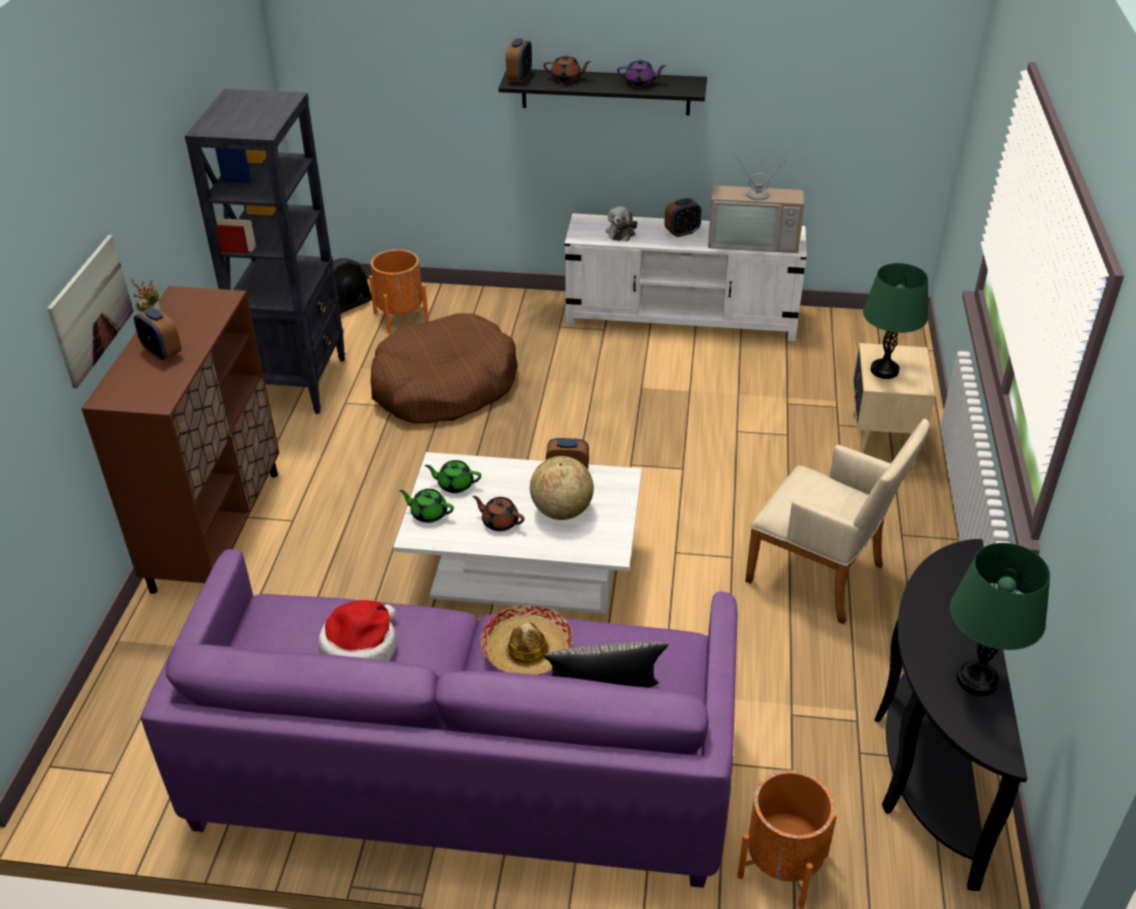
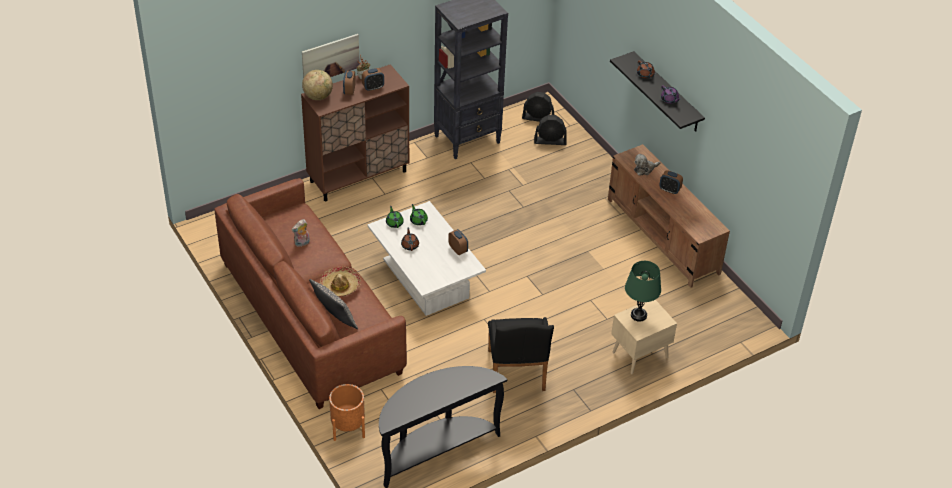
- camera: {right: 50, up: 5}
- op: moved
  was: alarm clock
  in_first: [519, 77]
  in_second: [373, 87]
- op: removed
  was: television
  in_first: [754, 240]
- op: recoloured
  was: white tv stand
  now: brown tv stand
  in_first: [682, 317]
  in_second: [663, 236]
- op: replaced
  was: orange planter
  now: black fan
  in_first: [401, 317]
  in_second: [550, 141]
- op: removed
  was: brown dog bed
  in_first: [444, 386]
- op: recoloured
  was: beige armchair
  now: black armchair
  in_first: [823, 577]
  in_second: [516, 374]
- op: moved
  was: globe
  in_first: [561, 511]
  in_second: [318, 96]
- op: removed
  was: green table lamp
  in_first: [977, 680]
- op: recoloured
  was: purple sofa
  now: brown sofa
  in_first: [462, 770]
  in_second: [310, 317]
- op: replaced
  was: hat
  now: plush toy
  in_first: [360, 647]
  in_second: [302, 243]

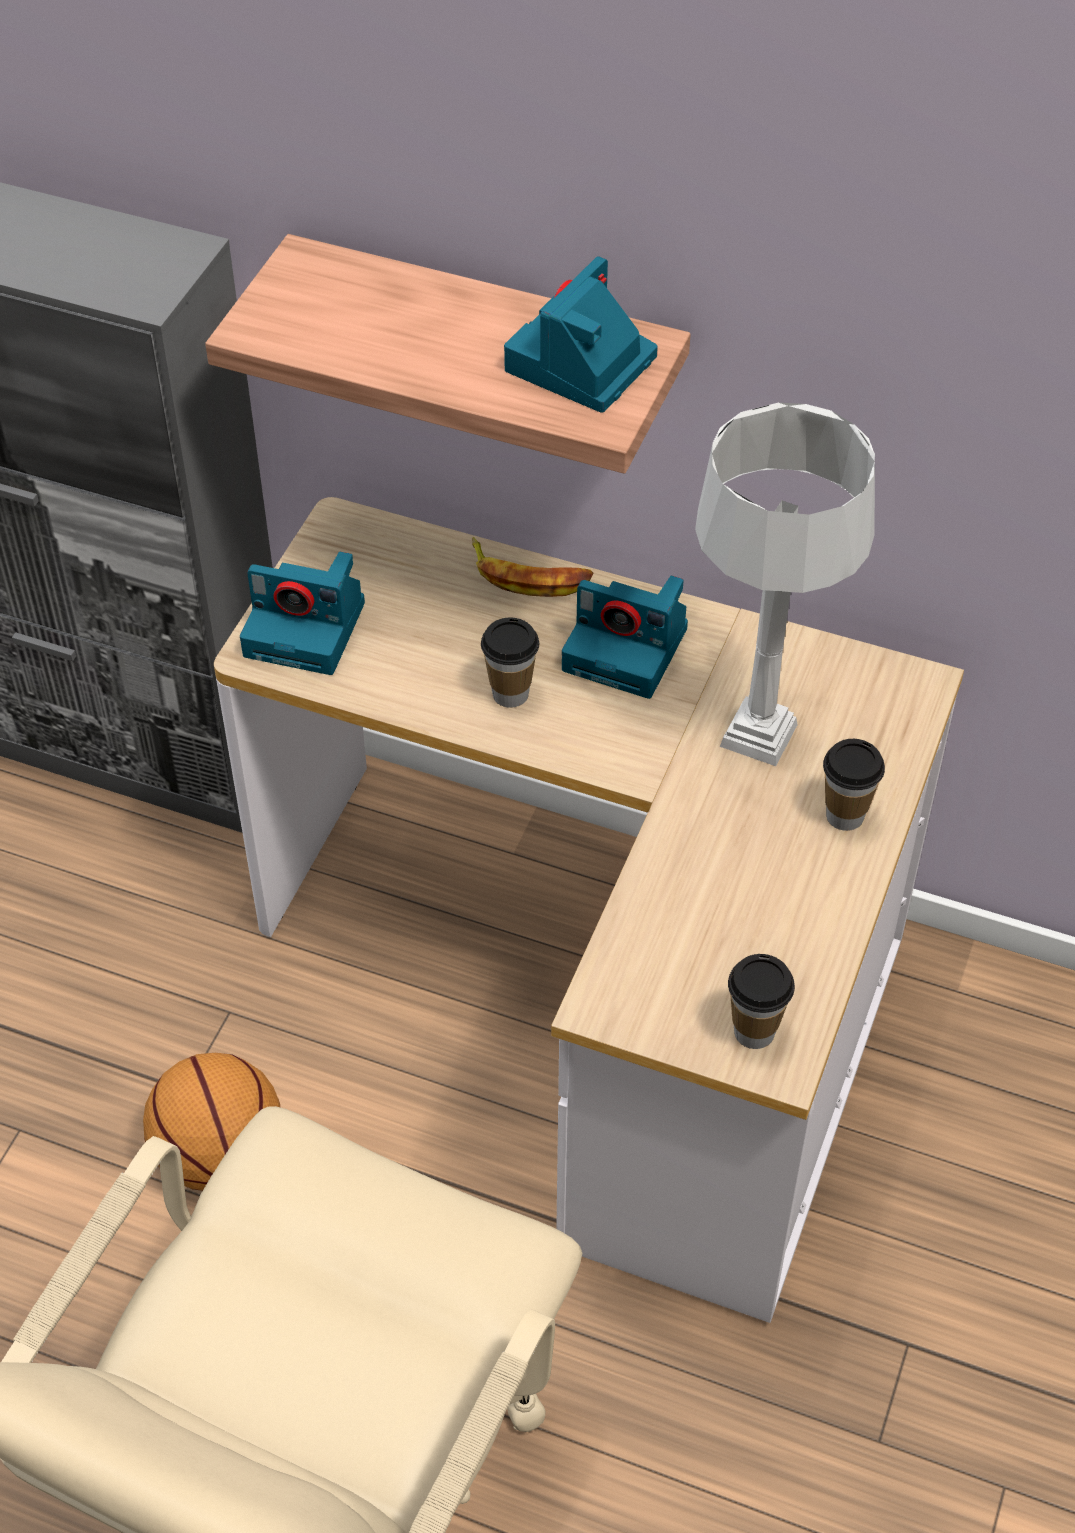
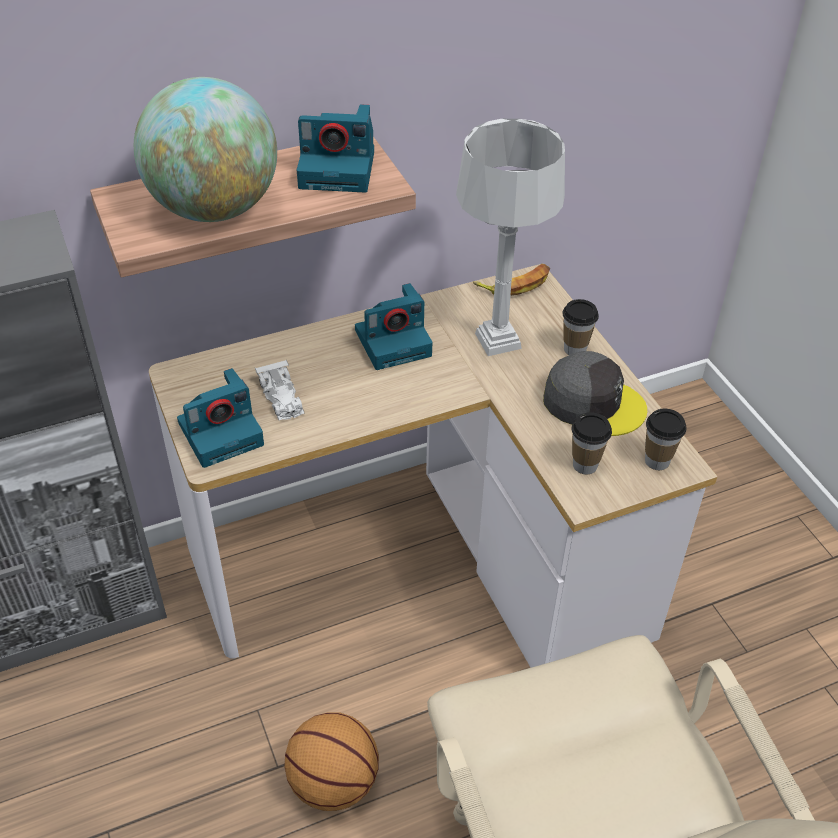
- camera: {right: -45, up: -5}
- op: turned
  was: photo camera
  in_first: [580, 365]
  in_second: [339, 169]
  clockwise: -75
- op: moved
  was: banana
  in_first: [529, 576]
  in_second: [515, 284]
- op: moved
  was: cup
  in_first: [510, 694]
  in_second: [585, 465]
- op: added
  now: globe
  in_second: [215, 209]
- op: added
  now: grey cap
  in_second: [593, 403]
- op: added
  now: white toy car
  in_second: [282, 397]

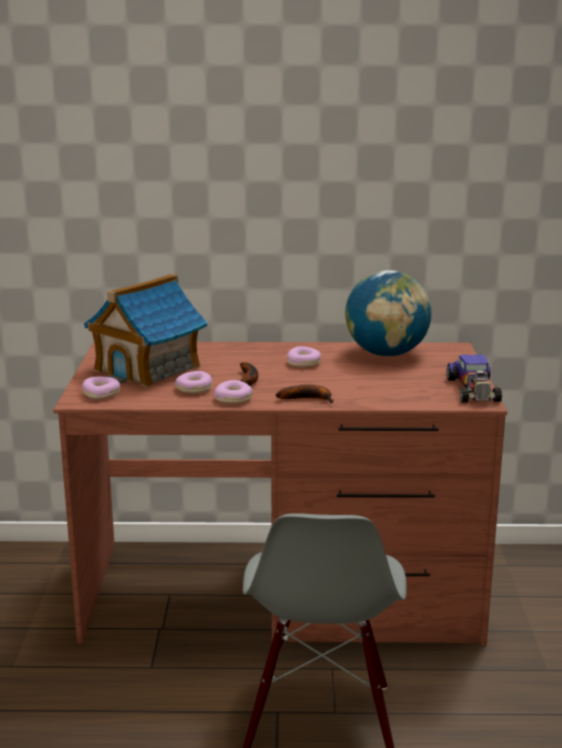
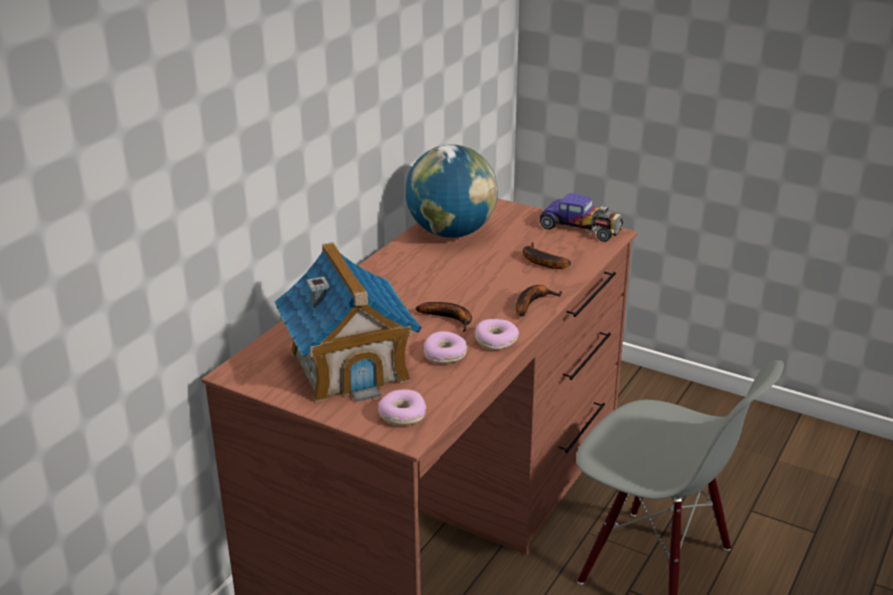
- camera: {right: -60, up: 10}
- op: removed
  was: donut
  in_first: [304, 363]
- op: added
  now: banana
  in_second: [540, 261]

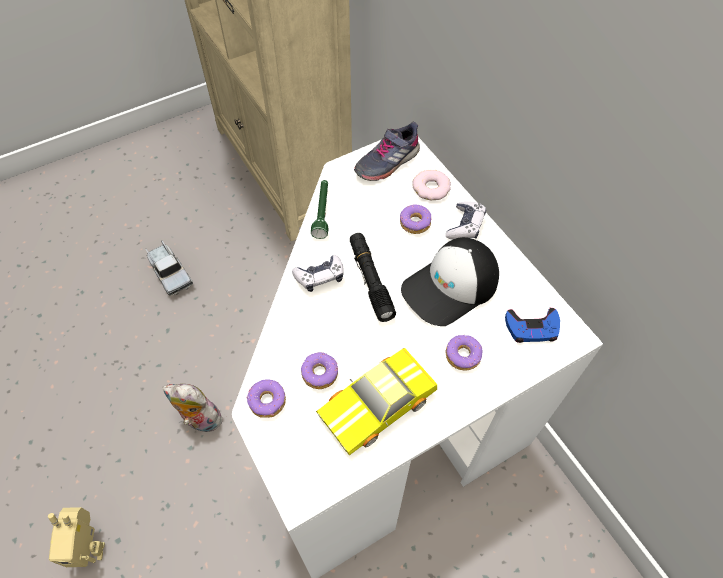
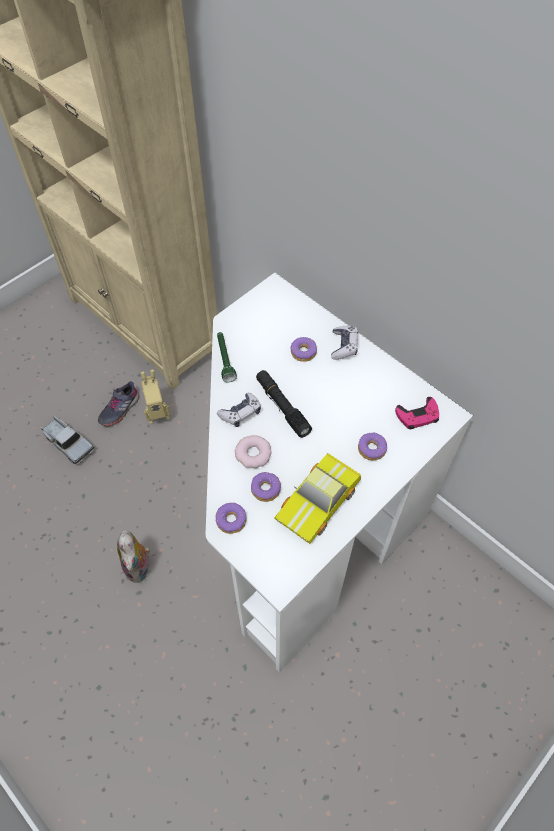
- camera: {right: -15, up: 0}
- op: moved
  was: grey shoe
  in_first: [387, 162]
  in_second: [119, 409]
- op: moved
  was: donut
  in_first: [431, 188]
  in_second: [253, 454]
- op: removed
  was: cap
  in_first: [451, 287]
- op: recoloured
  was: blue game controller
  now: pink game controller
  in_first: [532, 328]
  in_second: [418, 415]
- op: turned
  was: plush toy
  in_first: [200, 420]
  in_second: [139, 567]
  clockwise: -105
- op: moved
  was: toy robot
  in_first: [90, 545]
  in_second: [158, 413]

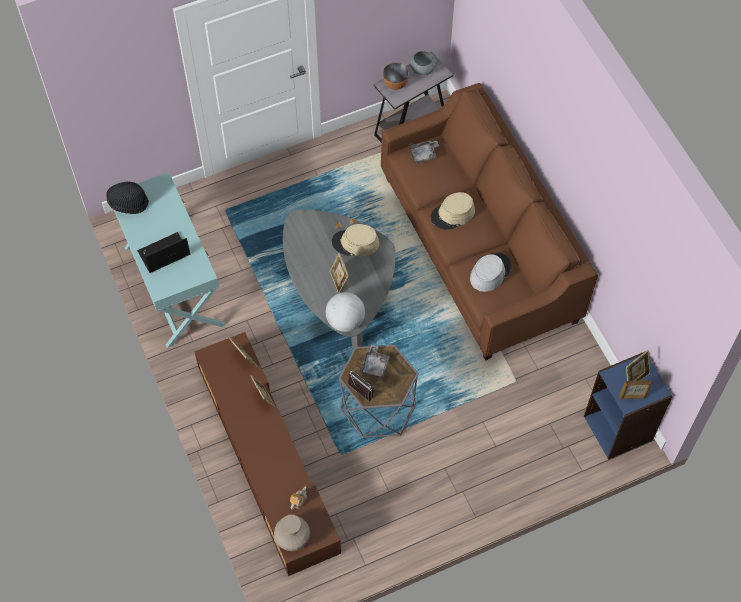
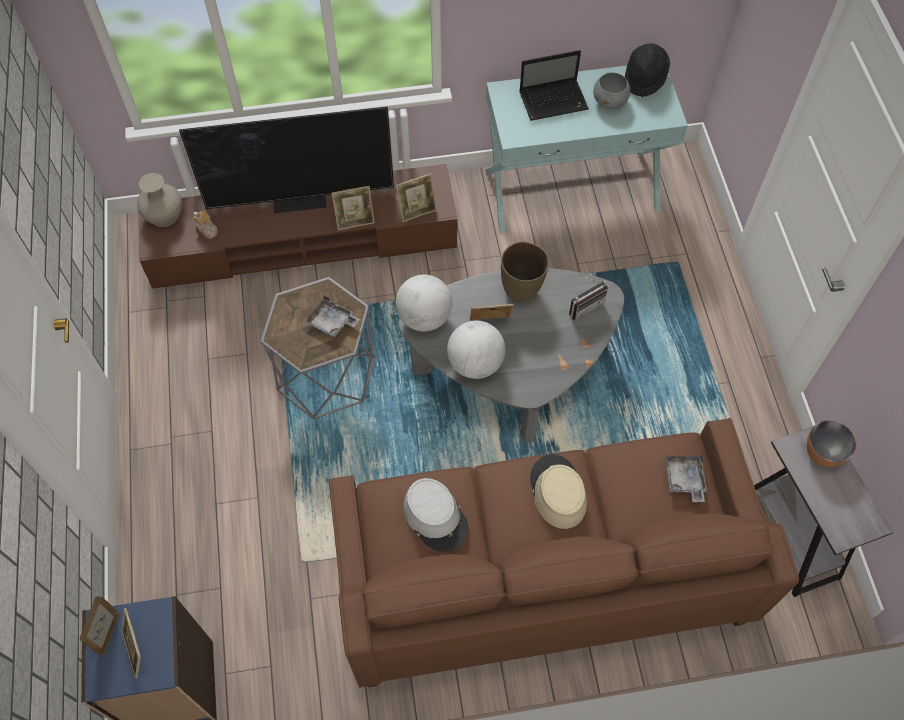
- camera: {right: 105, up: 0}
- op: moved
  was: grey bowl
  in_first: [422, 69]
  in_second: [610, 101]
- op: removed
  was: beige hat
  in_first: [355, 243]
- op: turned
  was: laptop
  in_first: [163, 254]
  in_second: [554, 100]
  clockwise: 90
- op: moved
  was: radio
  in_first: [358, 393]
  in_second: [584, 305]
- op: added
  now: television
  in_second: [300, 198]
- op: added
  now: brown vase
  in_second: [521, 291]
- op: added
  now: globe
  in_second: [475, 363]

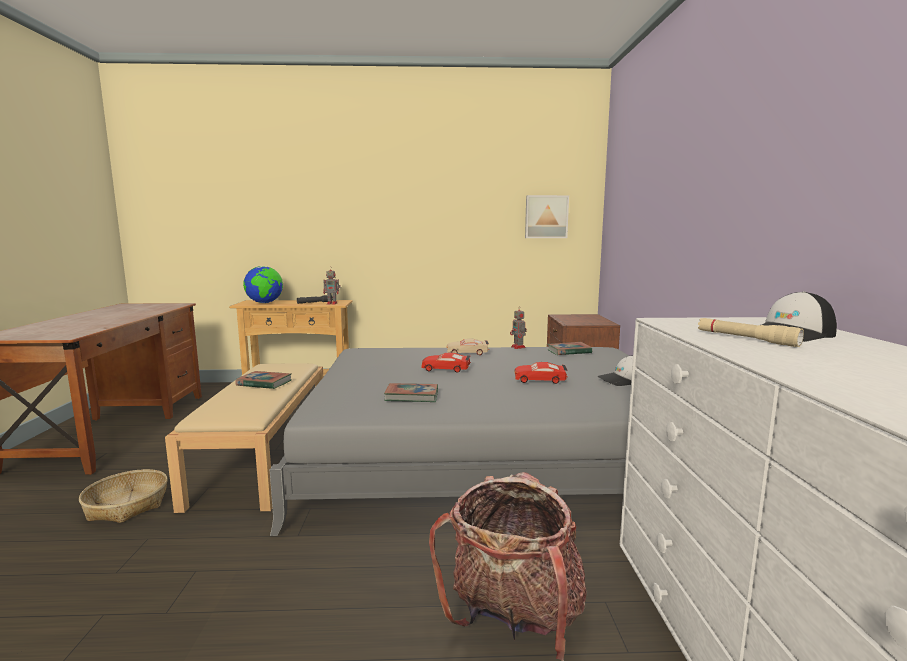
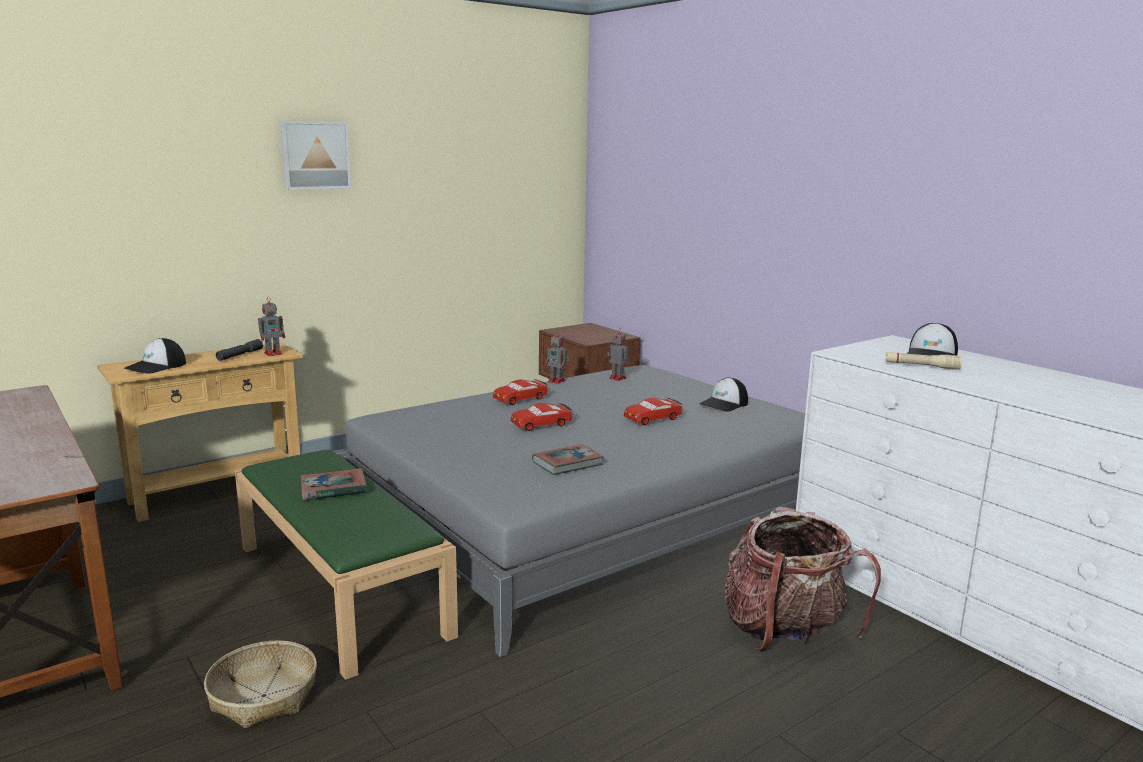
- camera: {right: -35, up: 5}
- op: moved
  was: picture
  in_first: [546, 217]
  in_second: [315, 155]
- op: replaced
  was: globe
  now: cap
  in_first: [264, 303]
  in_second: [156, 366]
- op: recoloured
  was: beige toy car
  now: red toy car
  in_first: [467, 353]
  in_second: [520, 398]
- op: replaced
  was: book
  now: toy robot
  in_first: [569, 351]
  in_second: [617, 378]
- op: recoloured
  was: beige bench
  now: green bench
  in_first: [265, 456]
  in_second: [342, 589]

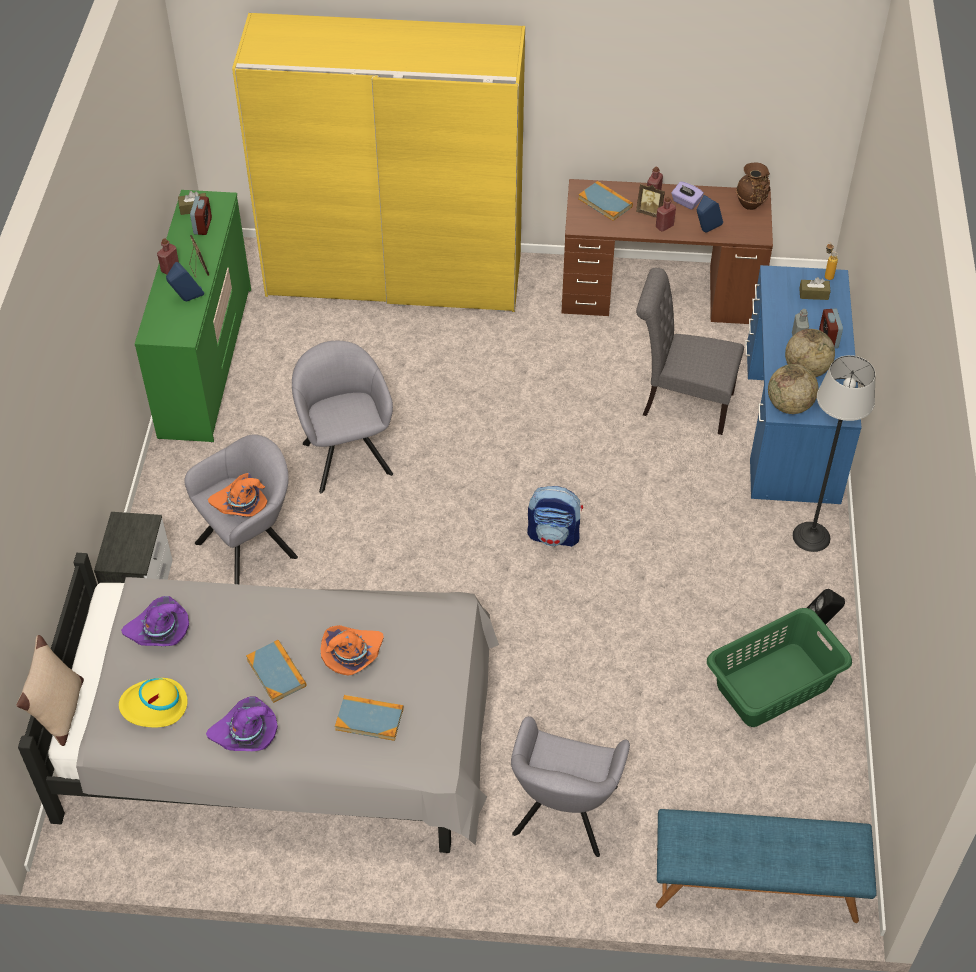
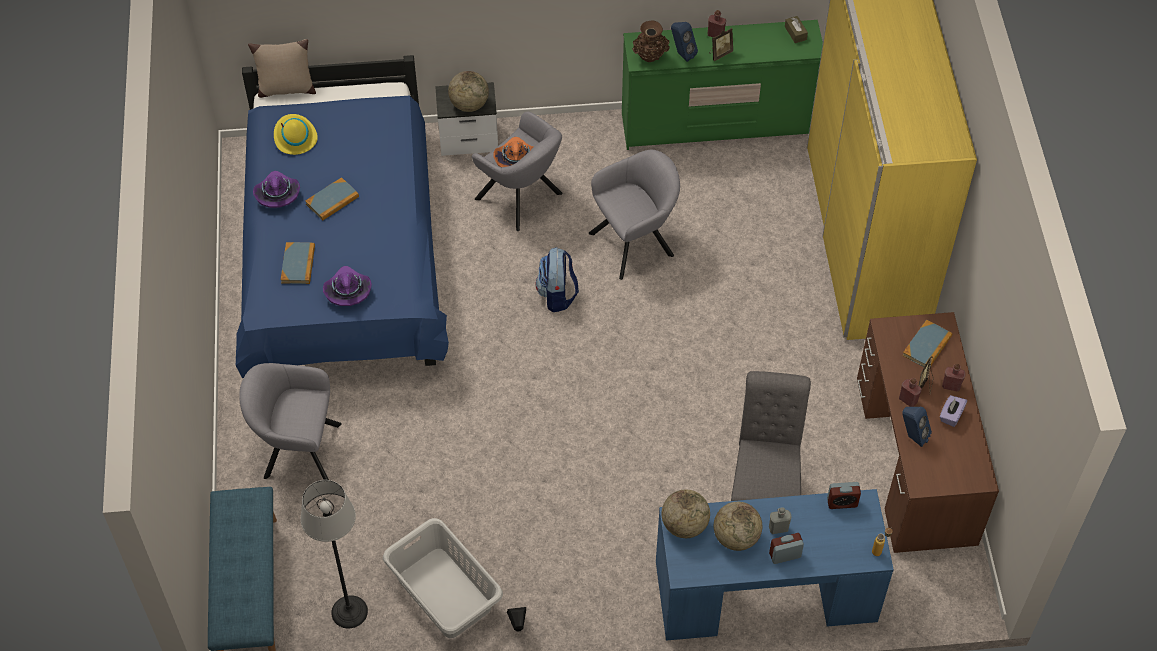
- camera: {right: 80, up: 5}
- op: moved
  was: brown vase
  in_first: [751, 204]
  in_second: [650, 57]
- op: moved
  was: alarm clock
  in_first: [202, 226]
  in_second: [842, 502]
- op: removed
  was: brown tissue box
  in_first: [813, 294]
- op: moved
  was: floor lamp
  in_first: [811, 537]
  in_second: [349, 611]
- op: moved
  was: backpack
  in_first: [554, 535]
  in_second: [557, 295]
- op: recoloured
  was: grey bed
  now: blue bed
  in_first: [284, 740]
  in_second: [343, 258]
- op: moved
  was: purple hat
  in_first: [159, 631]
  in_second: [347, 291]
- op: recoloured
  was: green laundry basket
  now: grey laundry basket
  in_first: [772, 684]
  in_second: [445, 592]
- op: removed
  was: orange hat
  in_first: [352, 655]
- op: added
  now: globe
  in_second: [469, 104]

